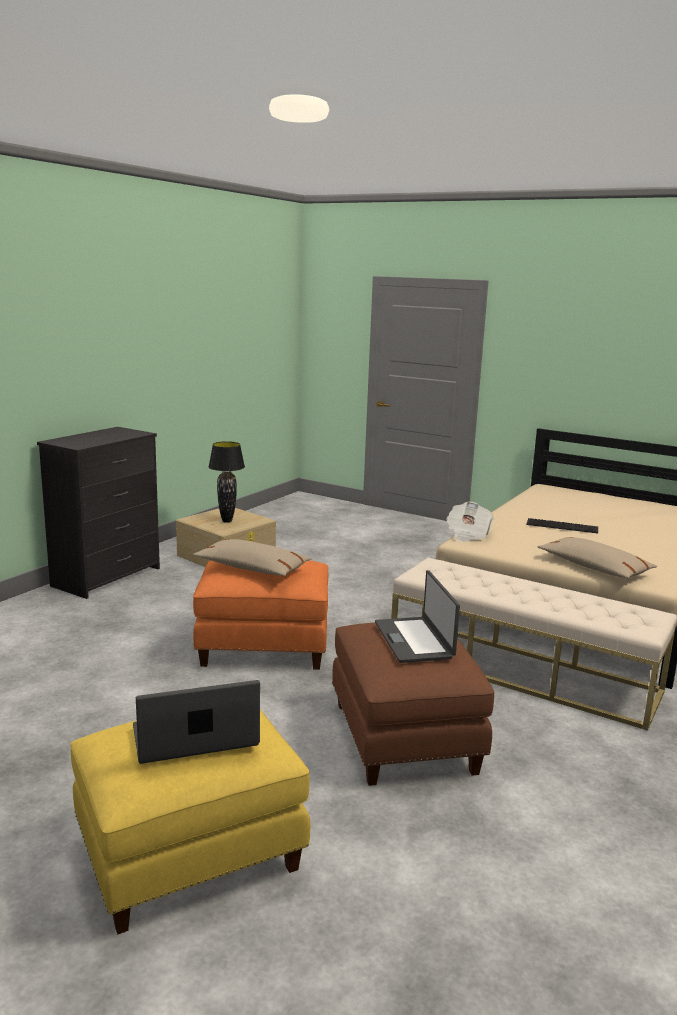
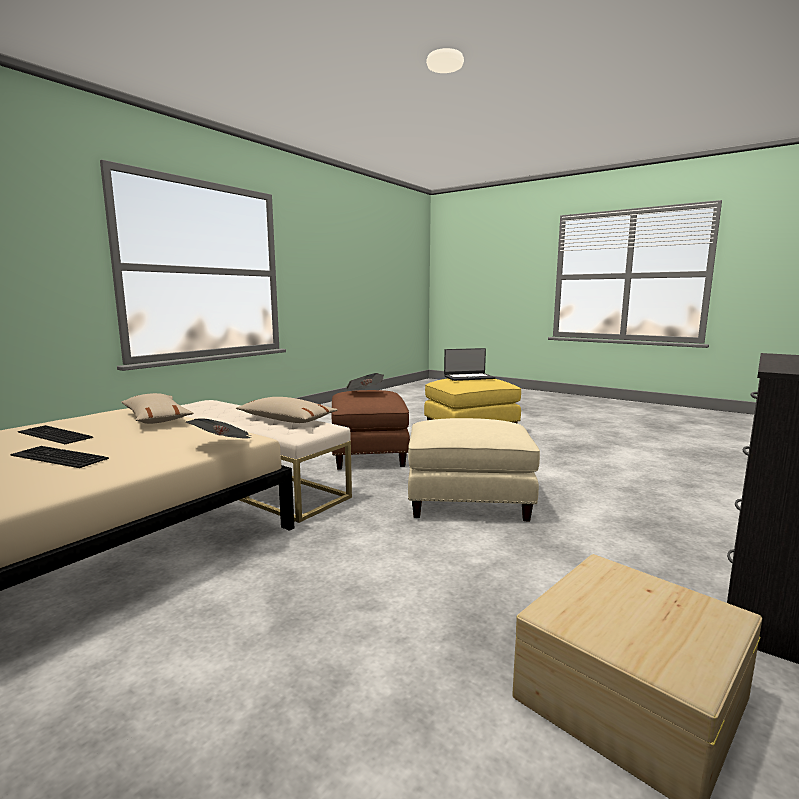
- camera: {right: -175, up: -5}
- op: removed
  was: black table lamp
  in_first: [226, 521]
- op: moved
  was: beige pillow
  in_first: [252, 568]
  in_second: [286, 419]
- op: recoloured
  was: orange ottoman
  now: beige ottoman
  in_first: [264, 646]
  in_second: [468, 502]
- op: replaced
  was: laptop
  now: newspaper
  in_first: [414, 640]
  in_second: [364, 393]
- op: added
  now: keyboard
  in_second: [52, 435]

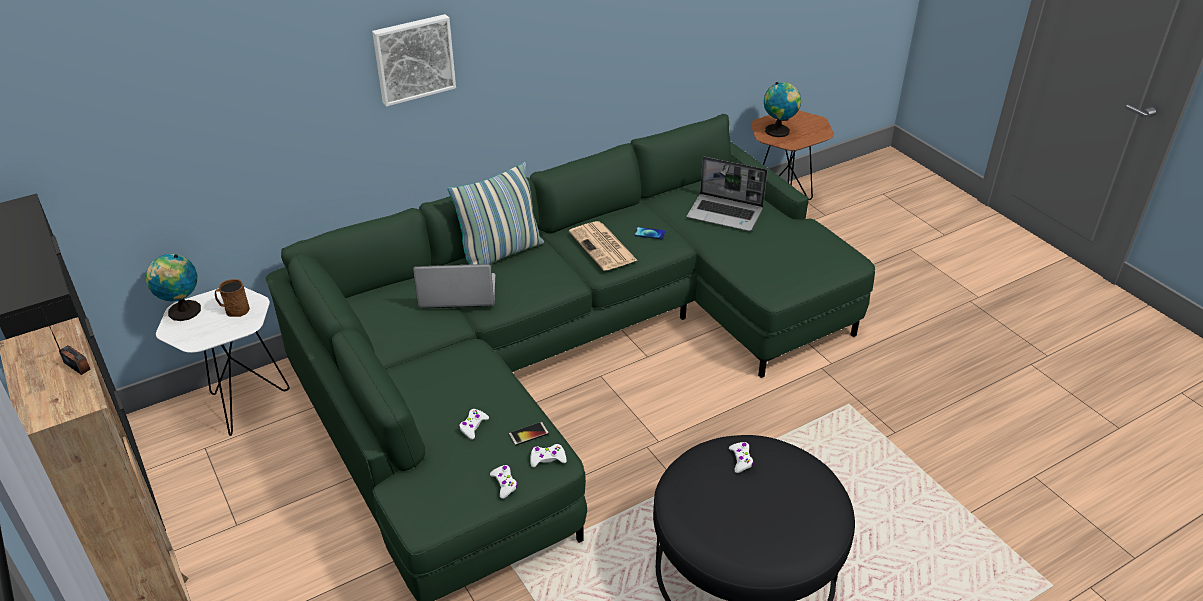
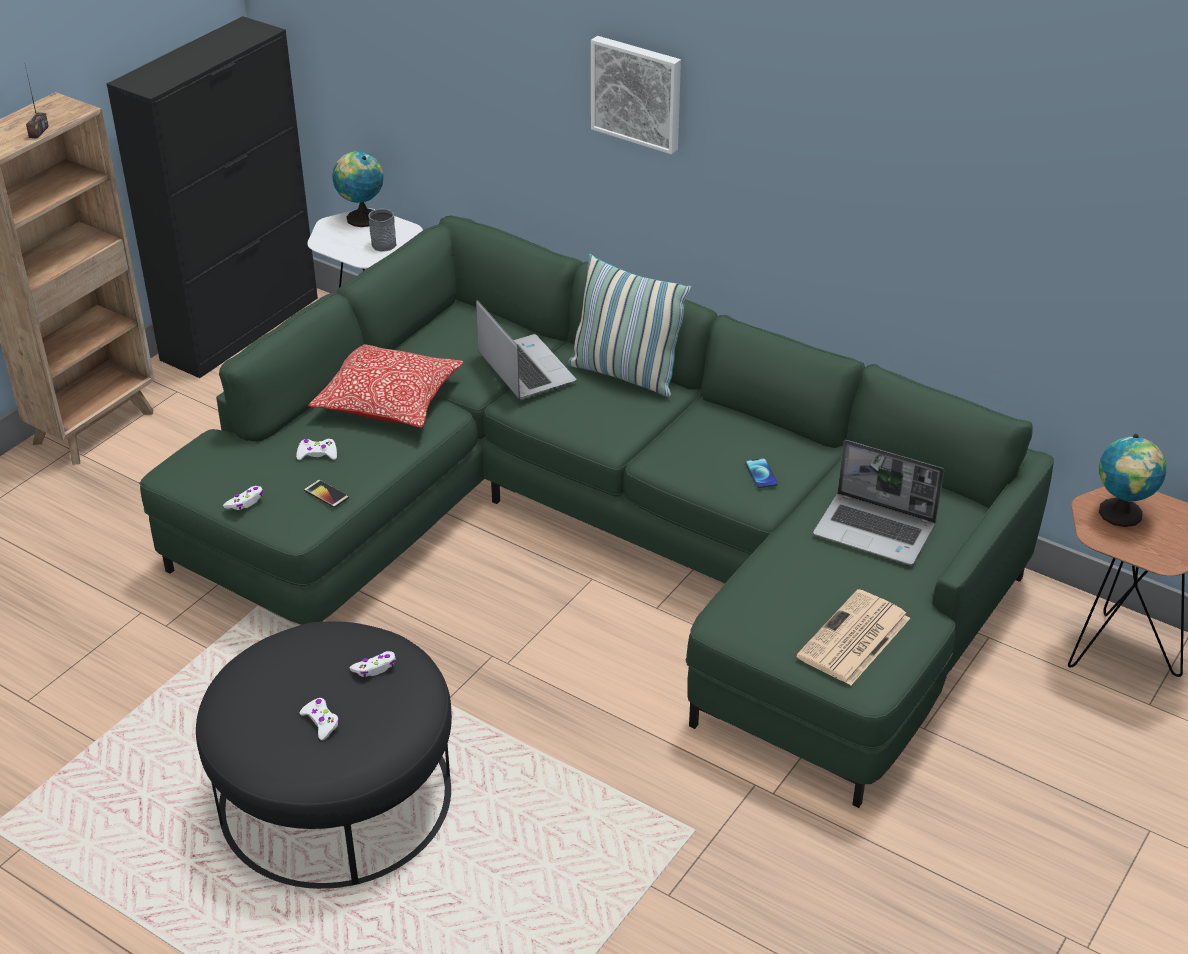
- camera: {right: 65, up: 0}
- op: turned
  was: laptop
  in_first: [726, 214]
  in_second: [876, 531]
  clockwise: -60
- op: moved
  was: newspaper
  in_first: [603, 247]
  in_second: [853, 639]
- op: recoloured
  was: brown mug
  now: grey mug
  in_first: [234, 310]
  in_second: [382, 242]
- op: moved
  was: white game controller
  in_first: [547, 459]
  in_second: [321, 722]
- op: added
  now: pillow
  in_second: [388, 401]

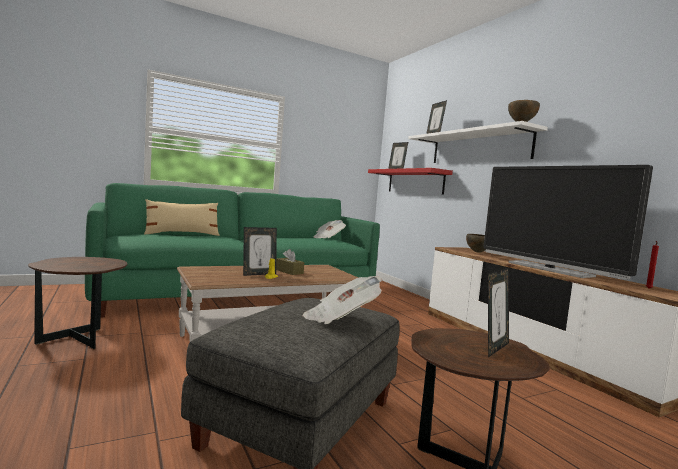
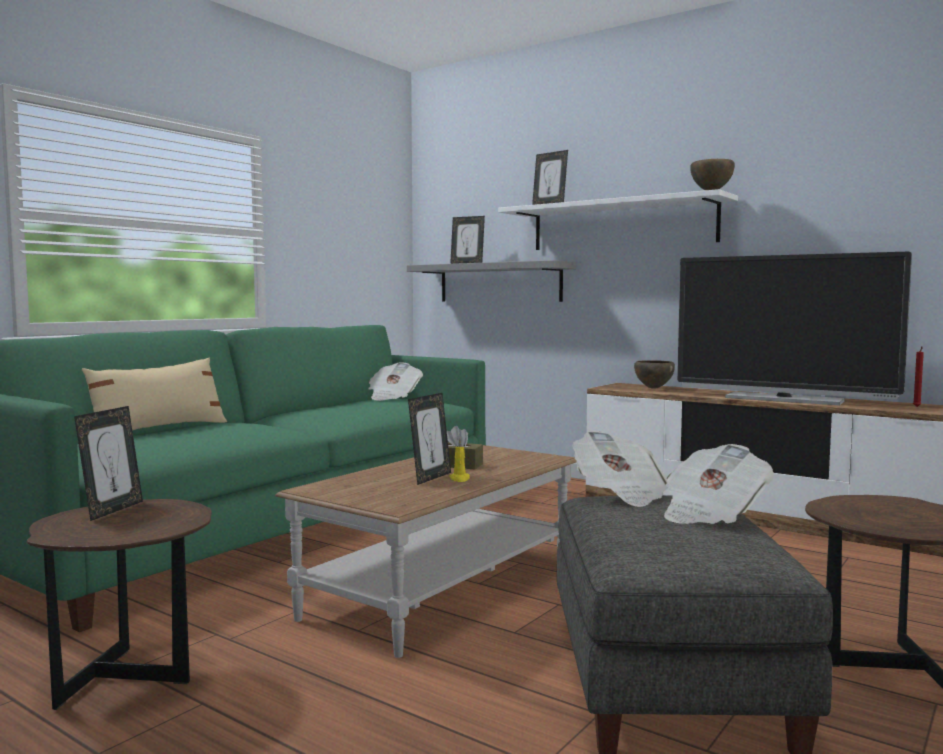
- camera: {right: -25, up: 0}
- op: recoloured
  was: red shelf
  now: grey shelf
  in_first: [415, 182]
  in_second: [499, 283]
- op: moved
  was: picture frame
  in_first: [494, 348]
  in_second: [112, 510]
- op: added
  now: newspaper
  in_second: [620, 494]

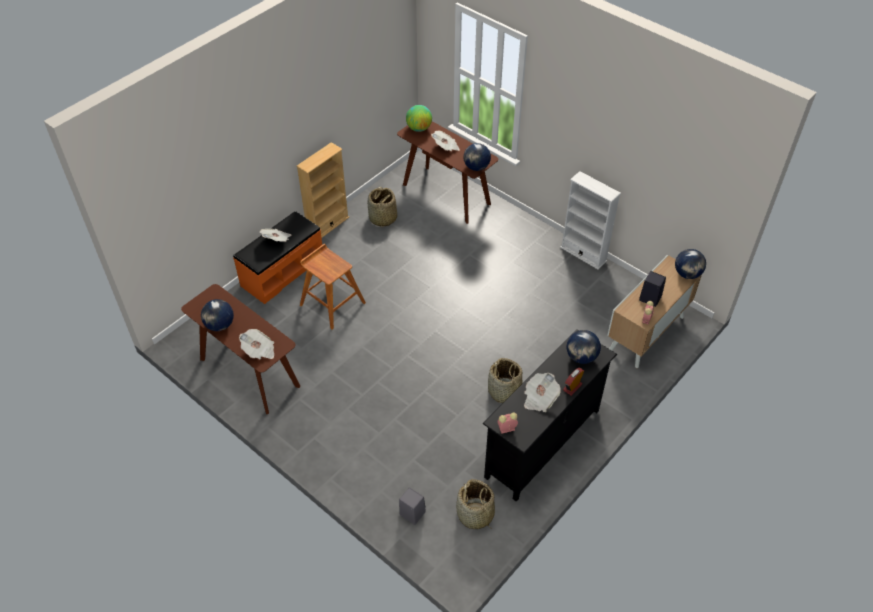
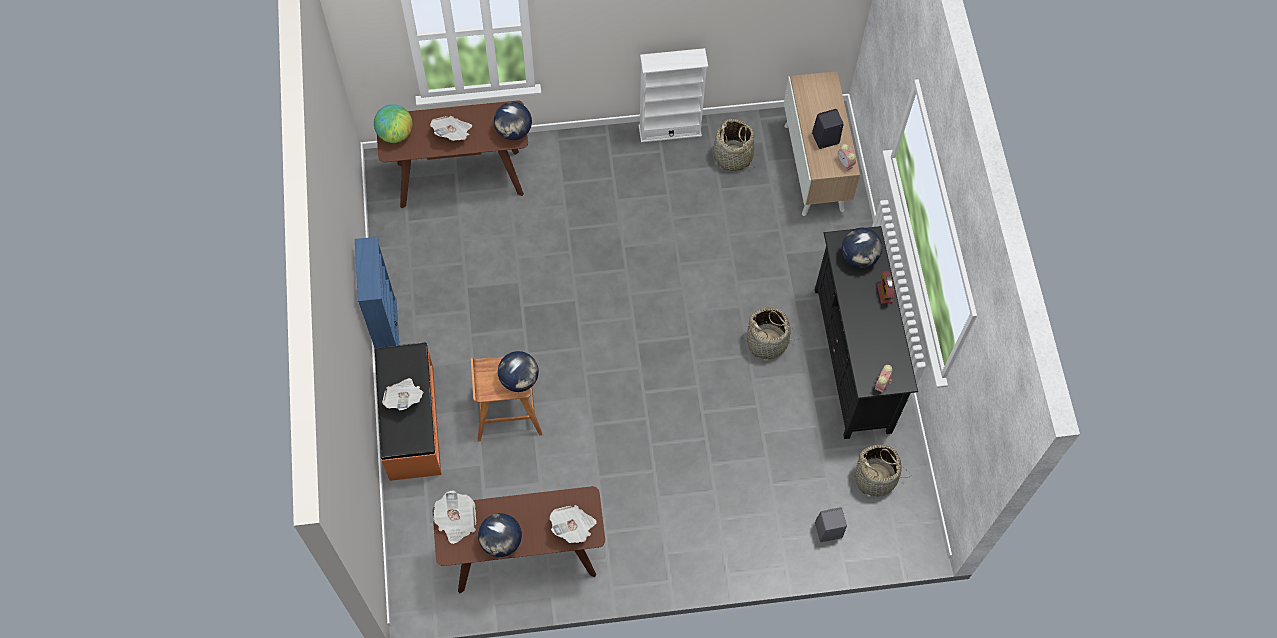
- camera: {right: -50, up: 15}
- op: recoloured
  was: beige bookcase
  now: blue bookcase
  in_first: [328, 225]
  in_second: [386, 327]
- op: moved
  was: basket
  in_first: [382, 218]
  in_second: [733, 157]
- op: moved
  was: globe
  in_first: [687, 274]
  in_second: [519, 379]
- op: moved
  was: newspaper
  in_first: [539, 398]
  in_second: [456, 521]

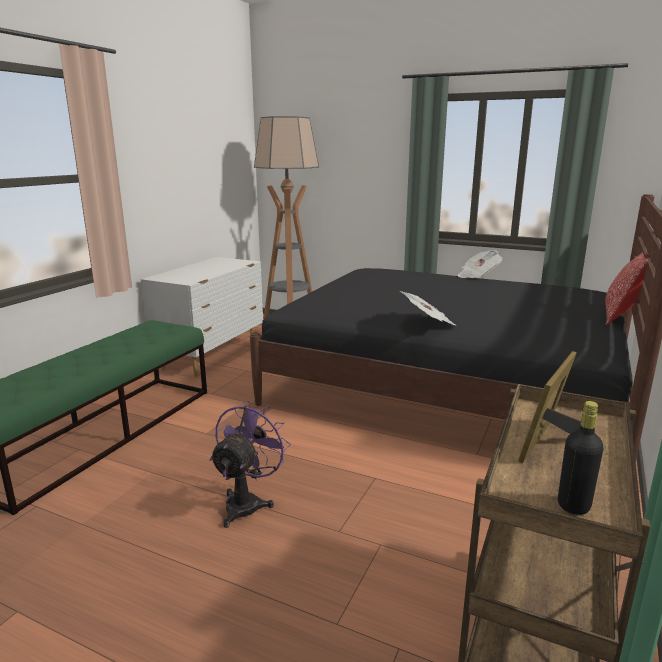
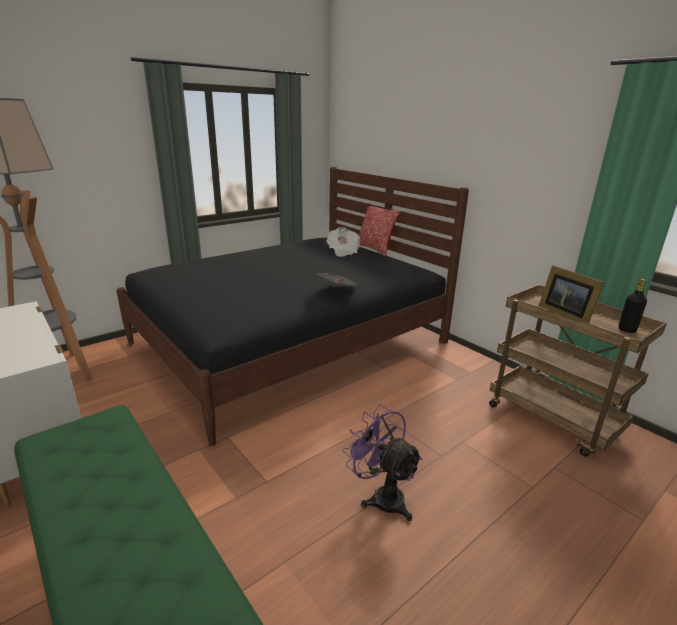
- camera: {right: -65, up: 5}
- op: moved
  was: newspaper
  in_first: [477, 275]
  in_second: [343, 251]

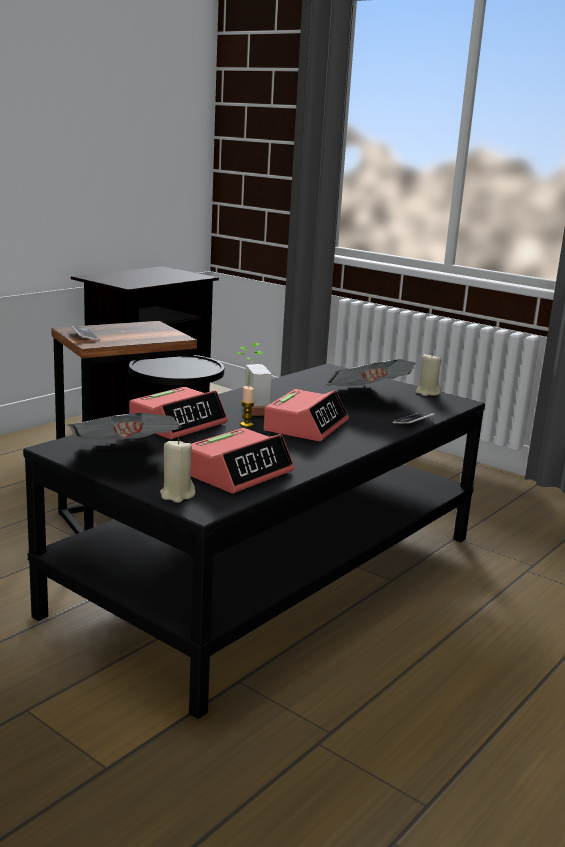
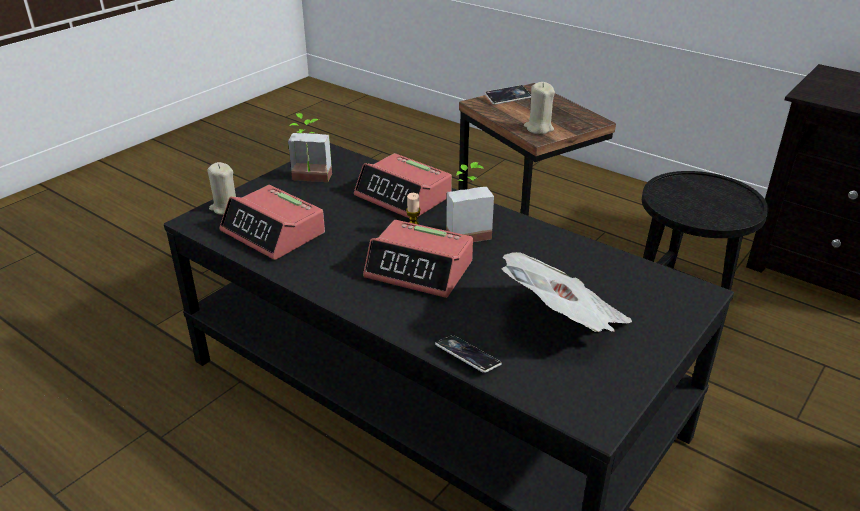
- camera: {right: 90, up: 15}
- op: moved
  was: beige candle
  in_first: [427, 392]
  in_second: [538, 128]
- op: replaced
  was: newspaper
  now: potted plant
  in_first: [125, 457]
  in_second: [310, 180]

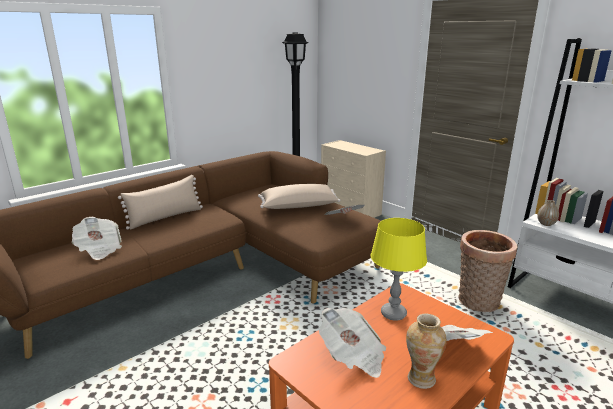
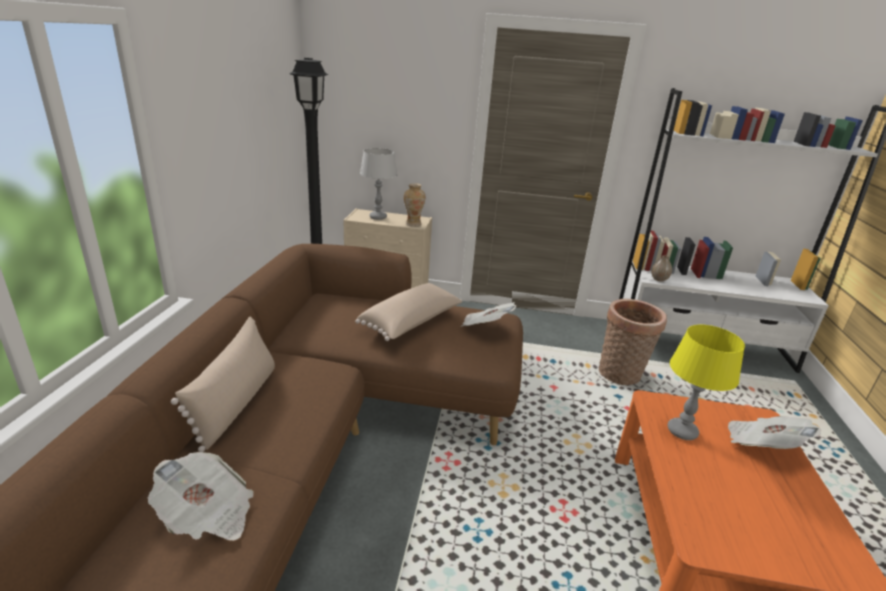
- camera: {right: -40, up: 5}
- op: removed
  was: newspaper
  in_first: [353, 356]
- op: moved
  was: vase
  in_first: [421, 378]
  in_second: [413, 224]
- op: added
  now: grey table lamp
  in_second: [378, 217]

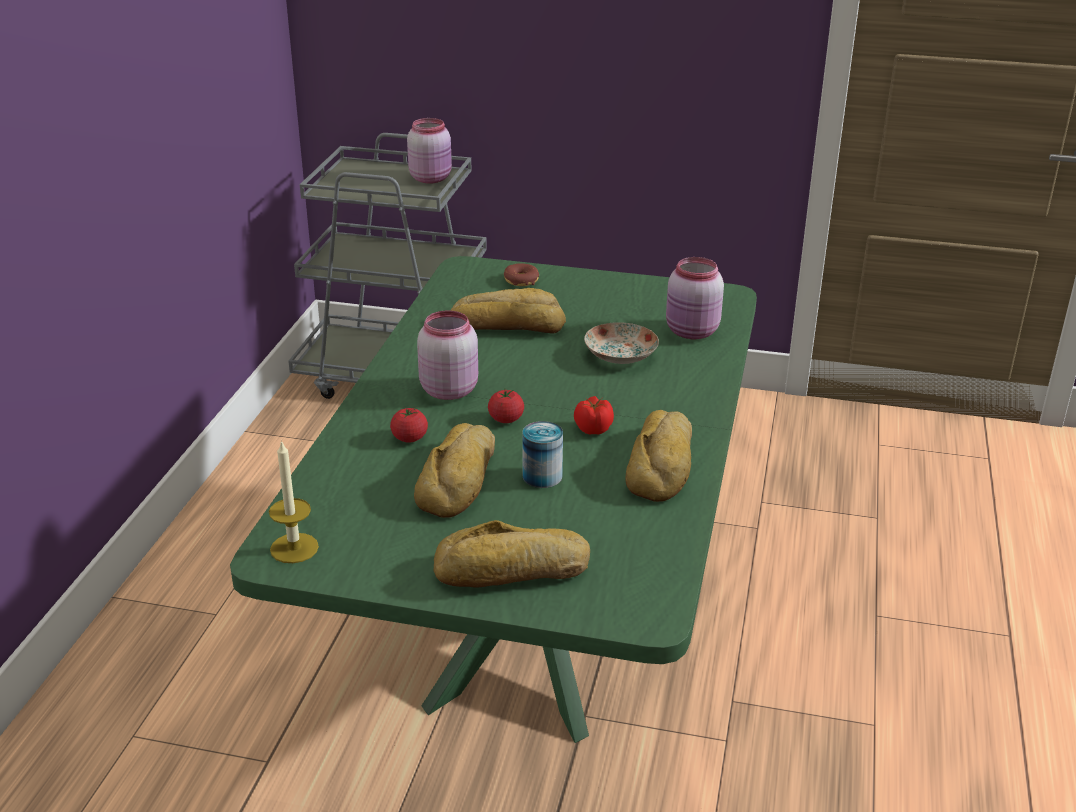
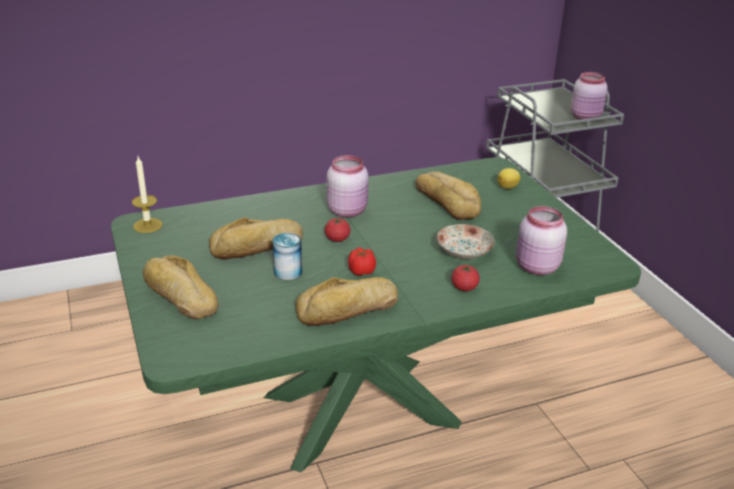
- camera: {right: 55, up: 0}
- op: replaced
  was: donut
  now: lemon
  in_first: [521, 280]
  in_second: [508, 187]
- op: moved
  was: tomato
  in_first: [409, 438]
  in_second: [464, 287]

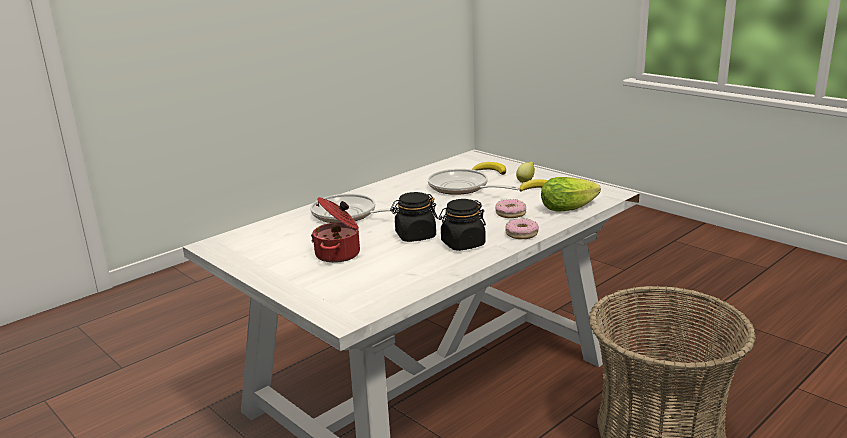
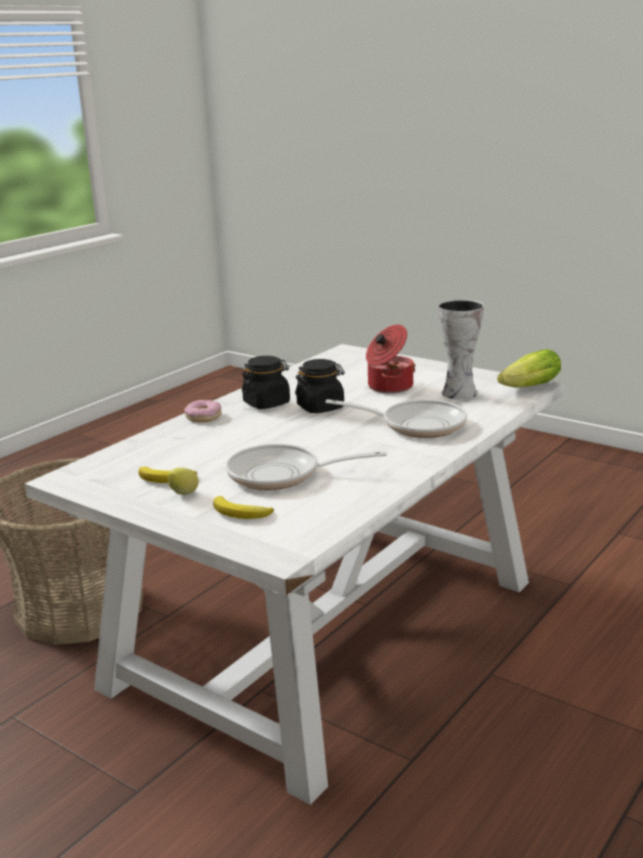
- camera: {right: 170, up: 0}
- op: turned
  was: frying pan
  in_first: [462, 188]
  in_second: [282, 475]
  clockwise: 150
- op: moved
  was: lettuce
  in_first: [571, 207]
  in_second: [526, 388]
- op: removed
  was: donut
  in_first: [510, 213]
- op: added
  now: vase
  in_second: [457, 393]

